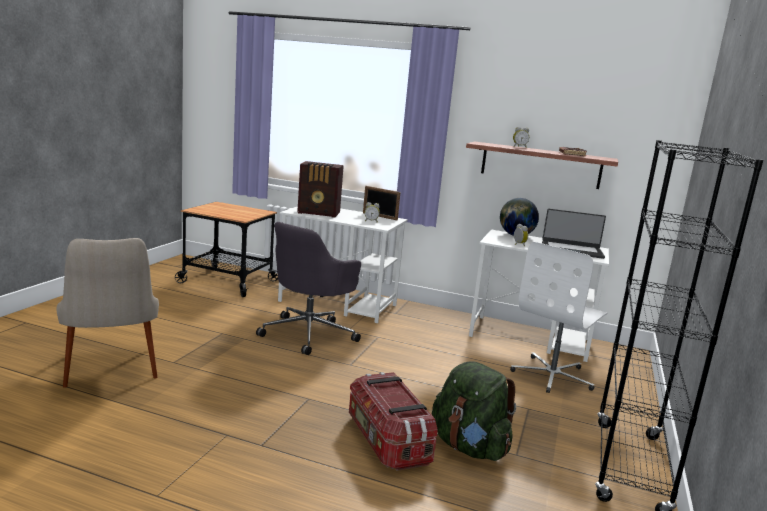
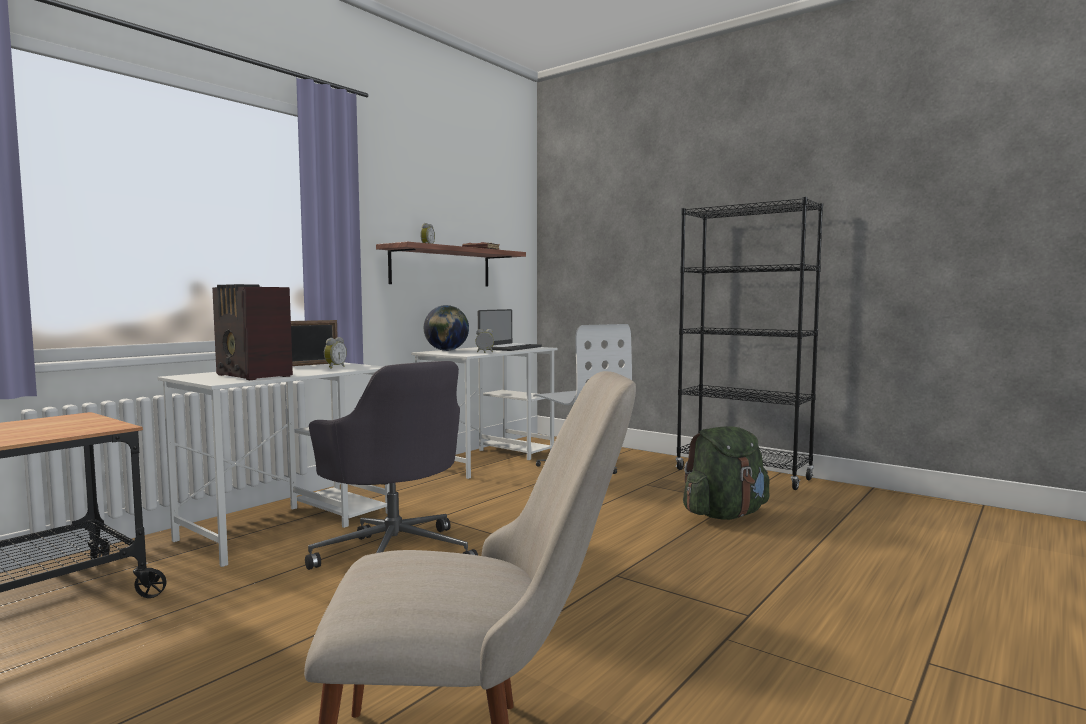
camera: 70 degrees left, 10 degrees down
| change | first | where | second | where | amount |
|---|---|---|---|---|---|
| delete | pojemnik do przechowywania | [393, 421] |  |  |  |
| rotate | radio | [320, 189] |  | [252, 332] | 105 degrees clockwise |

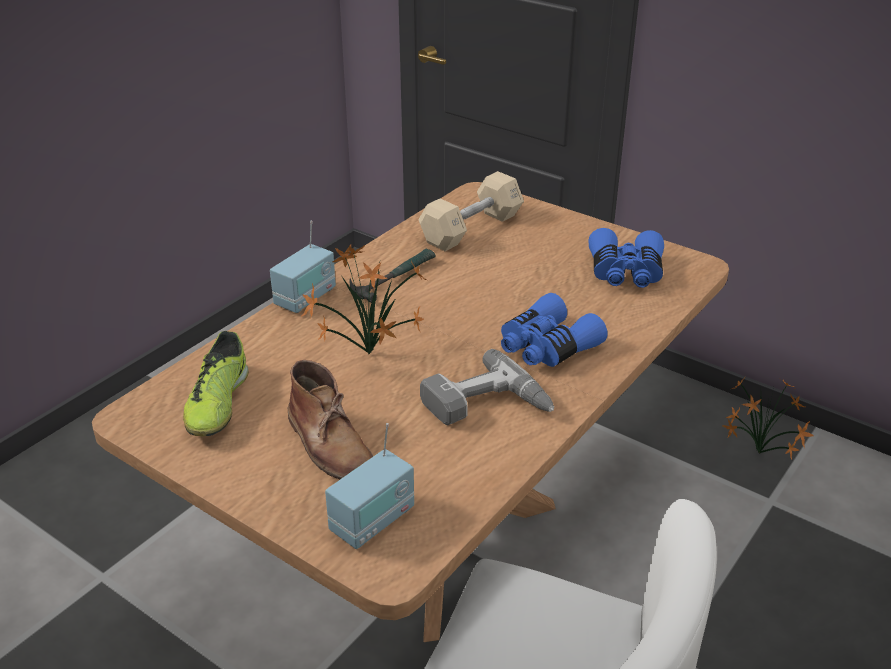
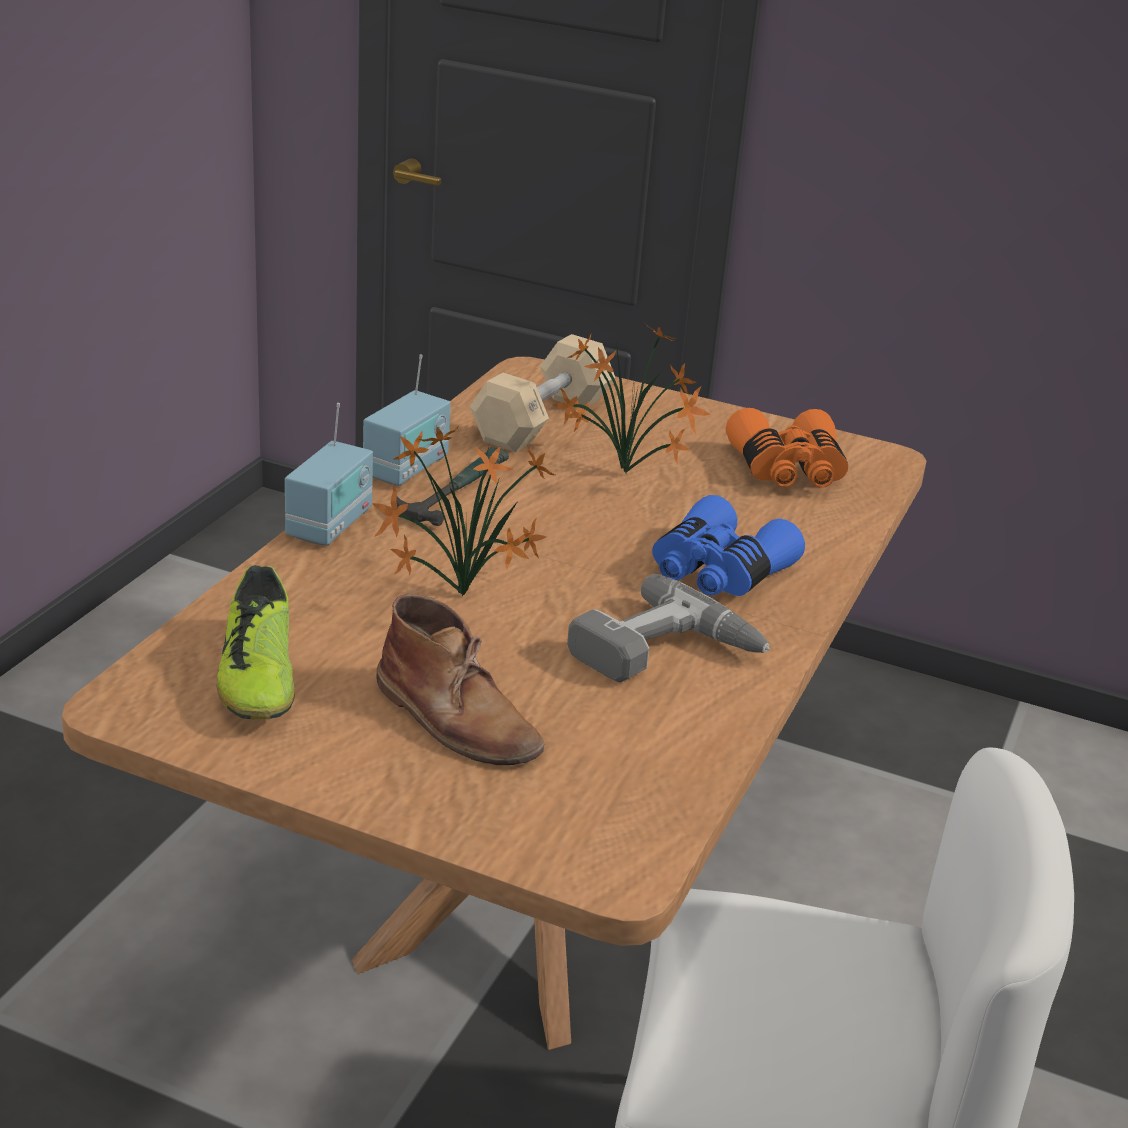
camera: 15 degrees left, 5 degrees down
| change | first | where | second | where | amount |
|---|---|---|---|---|---|
| move | radio | [369, 486] |  | [407, 420] |  |
| move | roślina doniczkowa | [768, 418] |  | [632, 398] |  |
| recolor | lornetka/niebieski | [626, 258] | lornetka/pomarańczowy | [787, 447] |  |

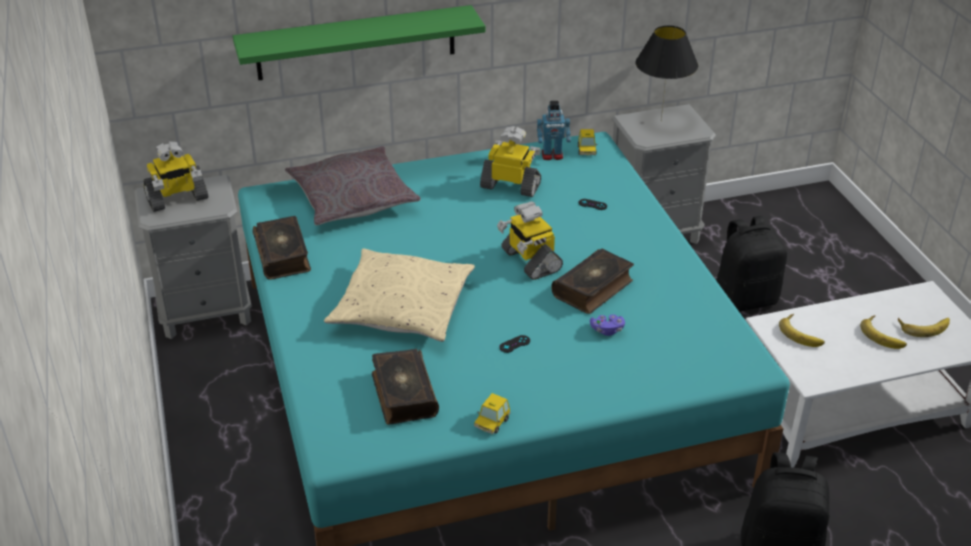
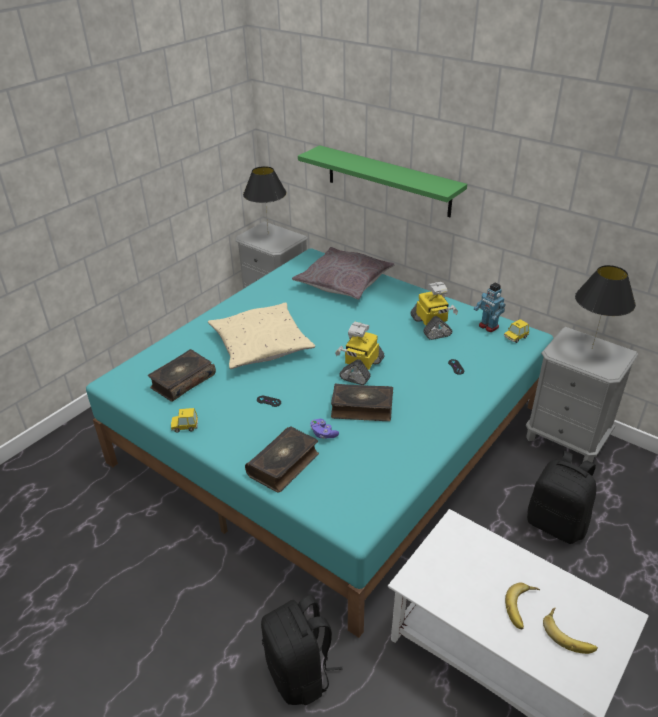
camera: 55 degrees right, 0 degrees up
| change | first | where | second | where | amount |
|---|---|---|---|---|---|
| delete | banan | [802, 330] |  |  |  |
| move | książka | [282, 248] |  | [282, 459] |  |
| replace | robot zabawkowy | [175, 176] | lampa stołowa/czarny | [264, 198] |  |

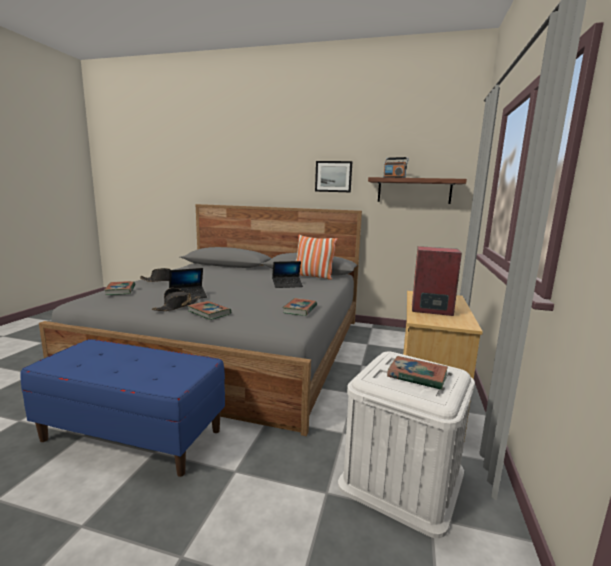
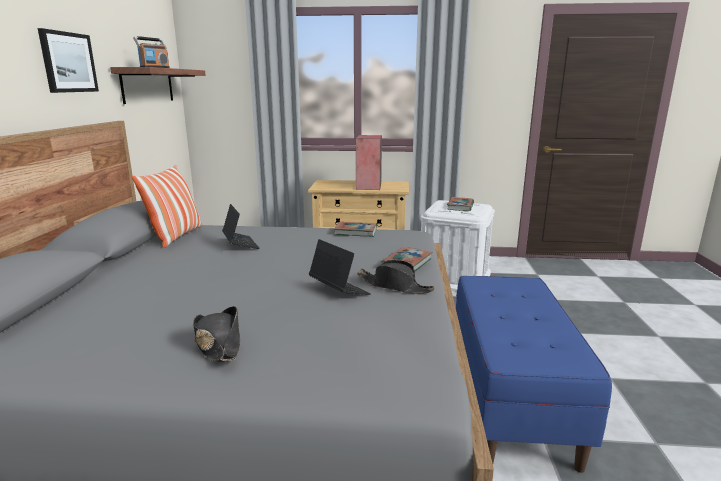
camera: 100 degrees left, 5 degrees up
| change | first | where | second | where | amount |
|---|---|---|---|---|---|
| delete | książka | [119, 288] |  |  |  |

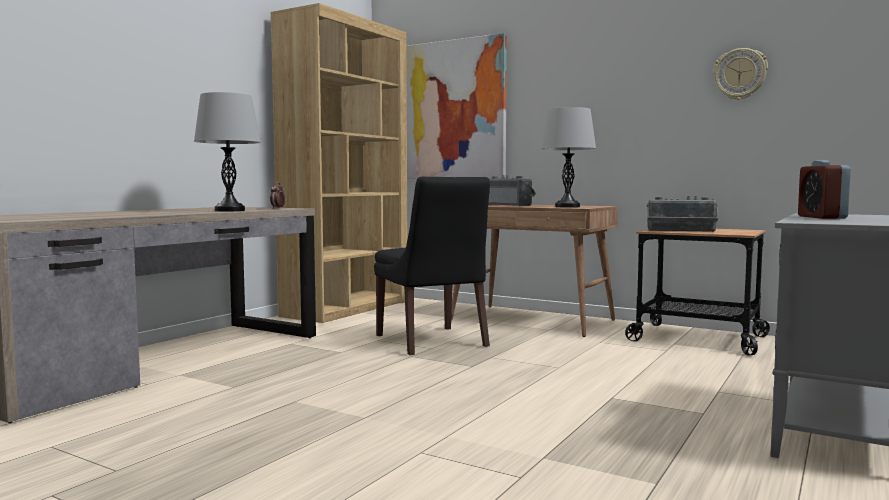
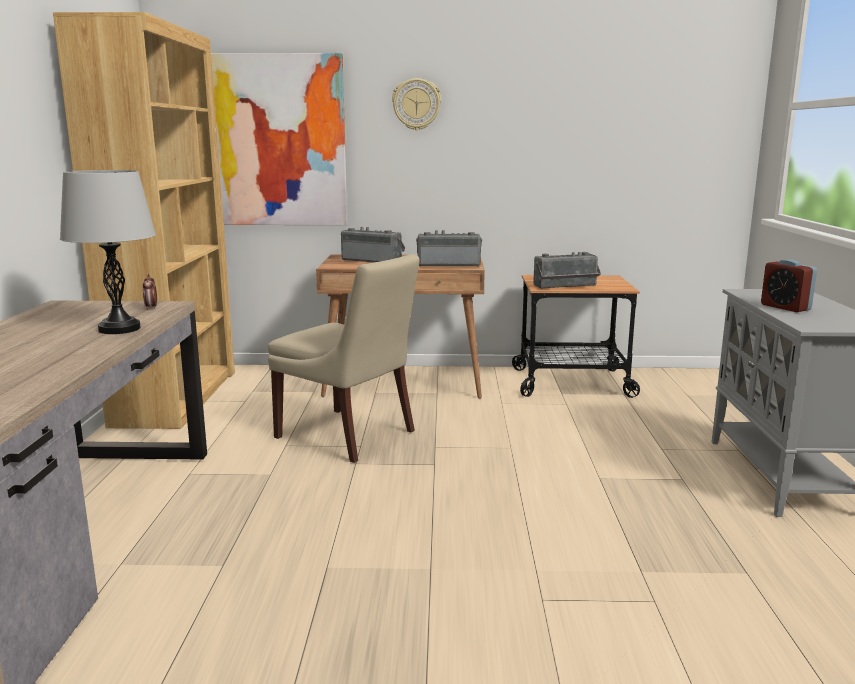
camera: 30 degrees left, 10 degrees up
| change | first | where | second | where | amount |
|---|---|---|---|---|---|
| move | zegar ścienny | [740, 74] |  | [416, 104] |  |
| replace | lampa stołowa/szary | [569, 157] | radio | [449, 248] |  |
| recolor | krzesło/czarny | [432, 266] | krzesło/beżowy | [344, 358] |  |

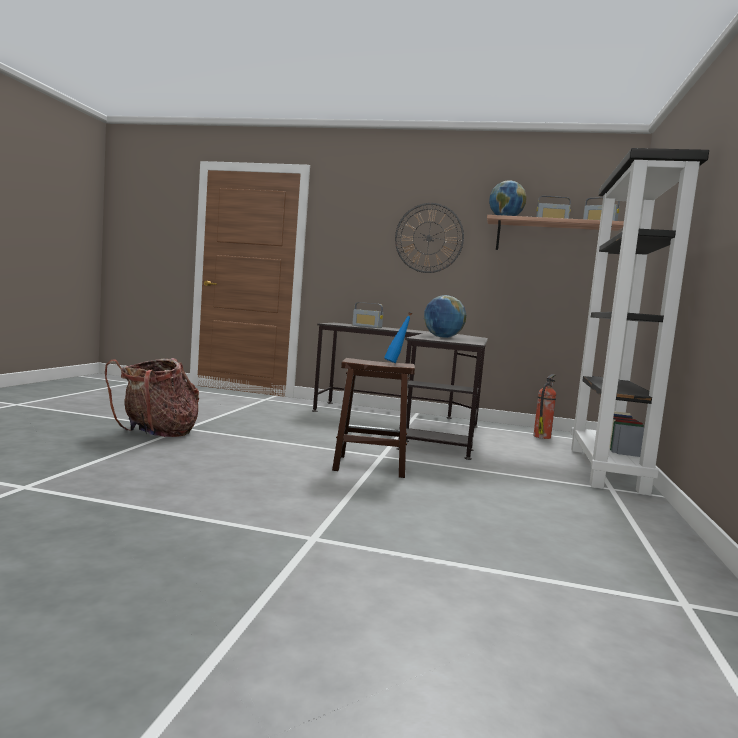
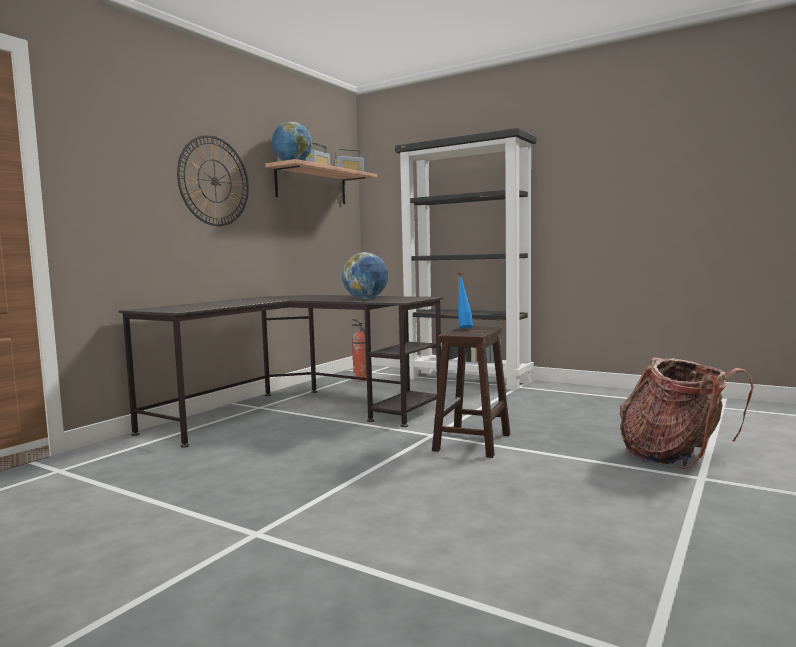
camera: 70 degrees left, 0 degrees up
| change | first | where | second | where | amount |
|---|---|---|---|---|---|
| delete | radio | [367, 315] |  |  |  |
| move | plecak | [152, 397] |  | [686, 413] |  |

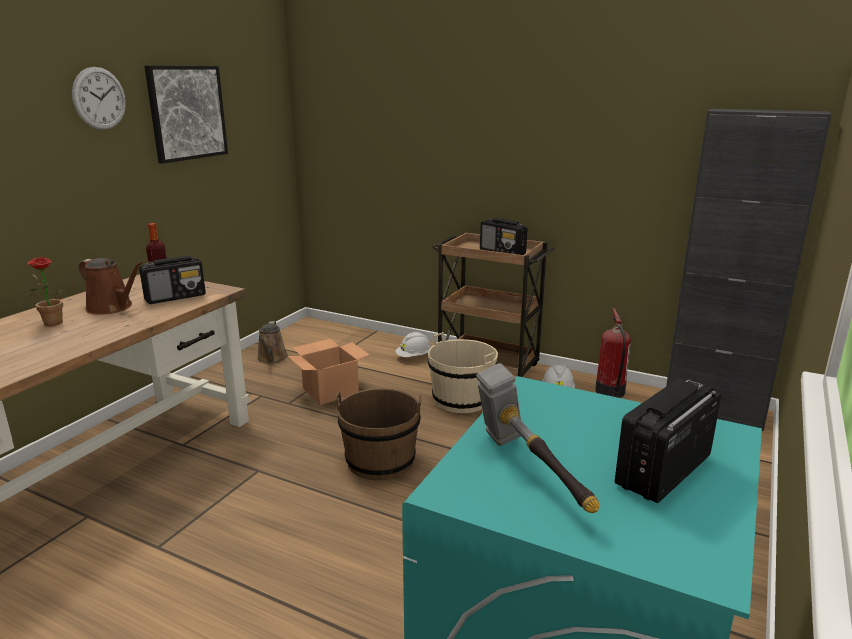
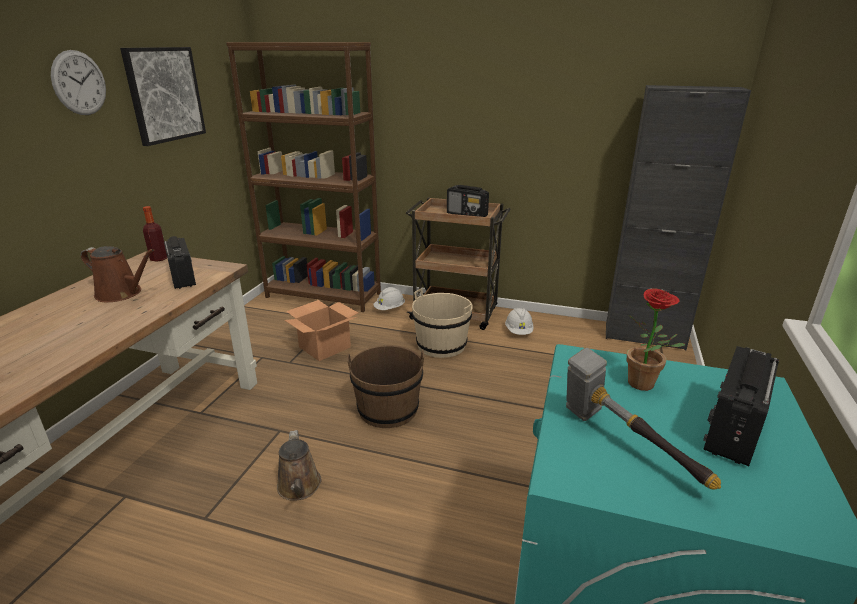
camera: 10 degrees left, 5 degrees up
| change | first | where | second | where | amount |
|---|---|---|---|---|---|
| delete | gaśnica | [613, 353] |  |  |  |
| insert |  |  | regał/brązowy | [303, 177] |  |
| move | roślina doniczkowa | [50, 291] |  | [656, 339] |  |
| move | konewka/brązowy | [272, 342] |  | [299, 465] |  |
| rotate | radio | [172, 279] |  | [180, 262] | 75 degrees counterclockwise |

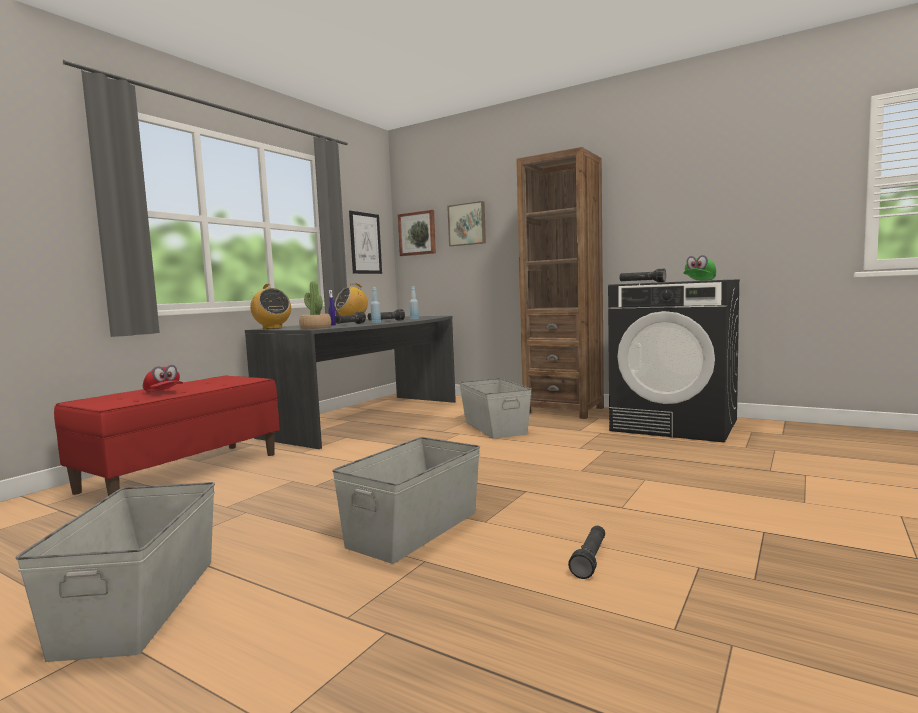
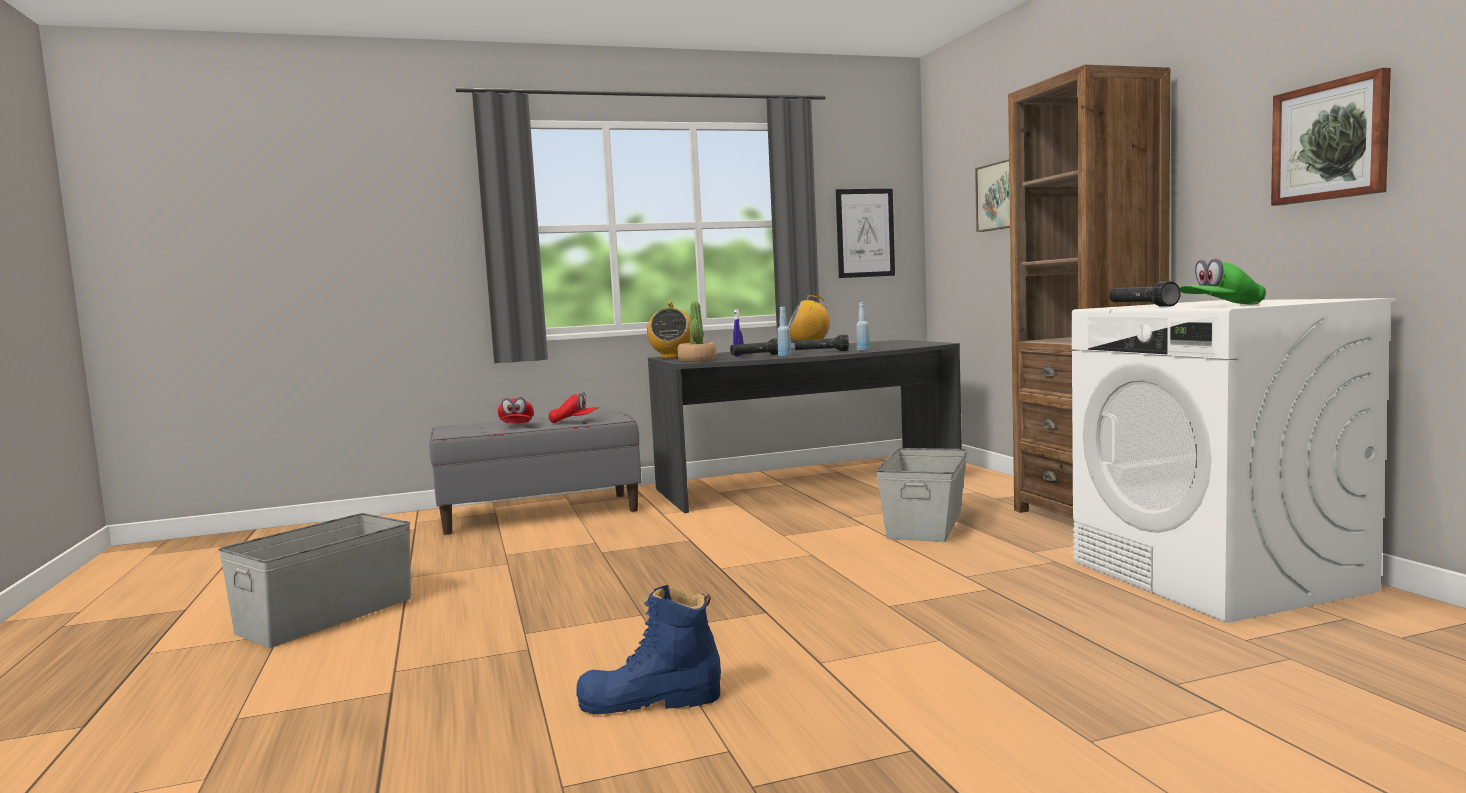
camera: 40 degrees right, 0 degrees up
| change | first | where | second | where | amount |
|---|---|---|---|---|---|
| delete | pojemnik do przechowywania/szary | [406, 500] |  |  |  |
| insert |  |  | czapka z daszkiem/czerwony | [573, 407] |  |
| move | obraz | [417, 233] |  | [1331, 137] |  |
| replace | latarka/czarny | [586, 552] | but z cholewką/niebieski | [648, 650] |  |
| recolor | ławka/czerwony | [166, 435] | ławka/szary | [535, 473] |  |
| recolor | pralka/czarny | [674, 361] | pralka/biały | [1234, 460] |  |

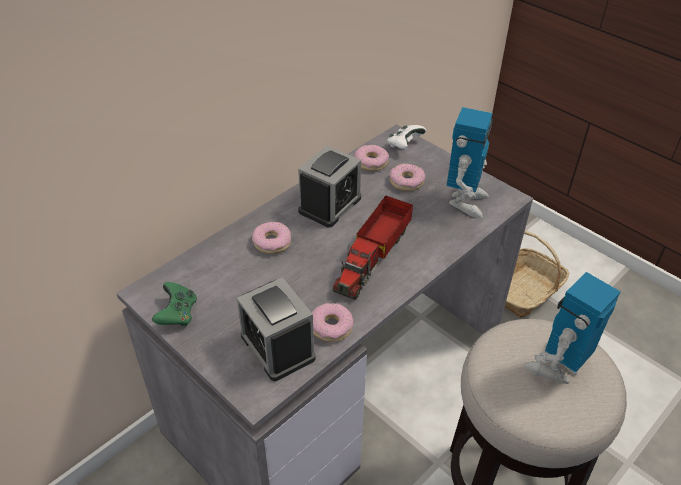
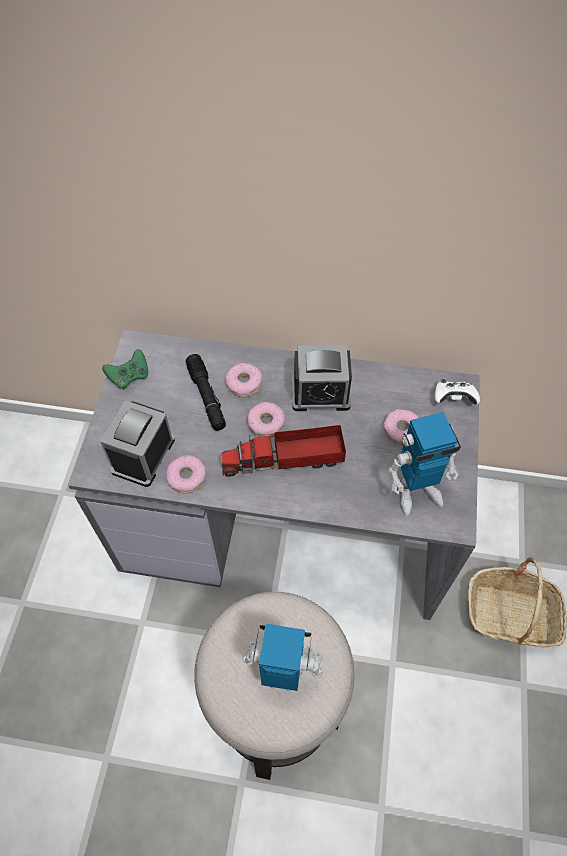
camera: 55 degrees right, 15 degrees up
| change | first | where | second | where | amount |
|---|---|---|---|---|---|
| insert |  |  | latarka/czarny | [206, 392] |  |
| move | donut | [372, 157] |  | [266, 419] |  |

